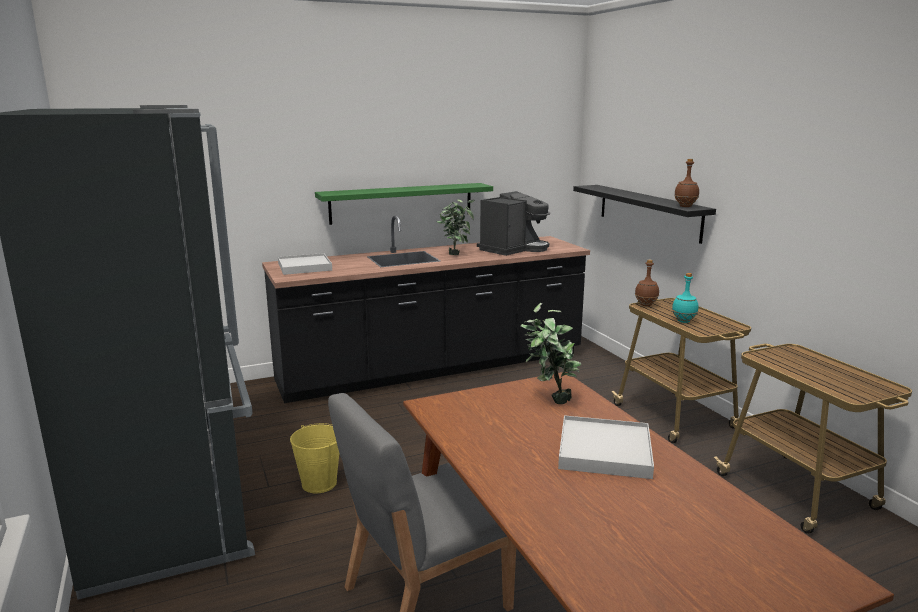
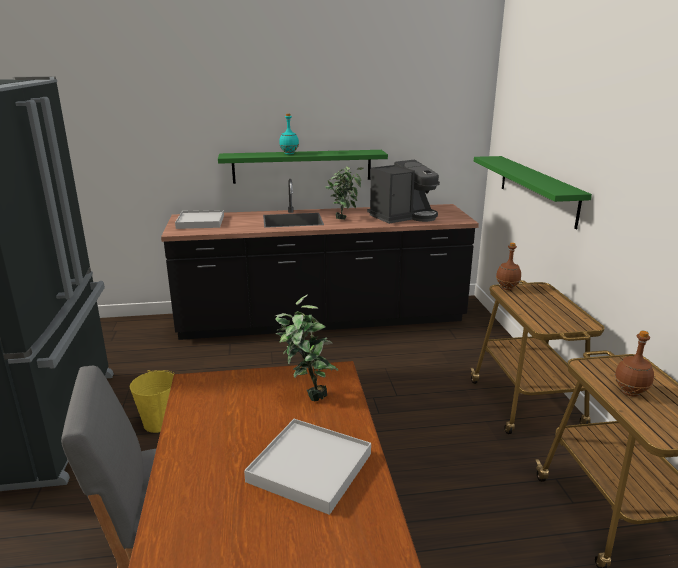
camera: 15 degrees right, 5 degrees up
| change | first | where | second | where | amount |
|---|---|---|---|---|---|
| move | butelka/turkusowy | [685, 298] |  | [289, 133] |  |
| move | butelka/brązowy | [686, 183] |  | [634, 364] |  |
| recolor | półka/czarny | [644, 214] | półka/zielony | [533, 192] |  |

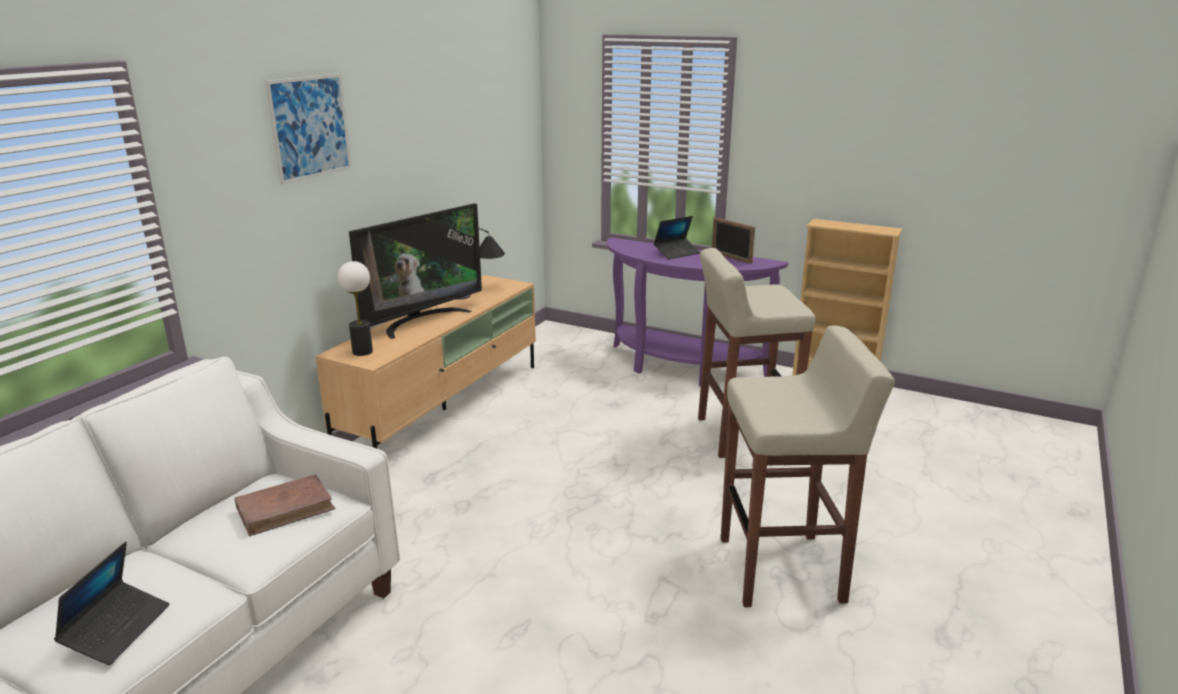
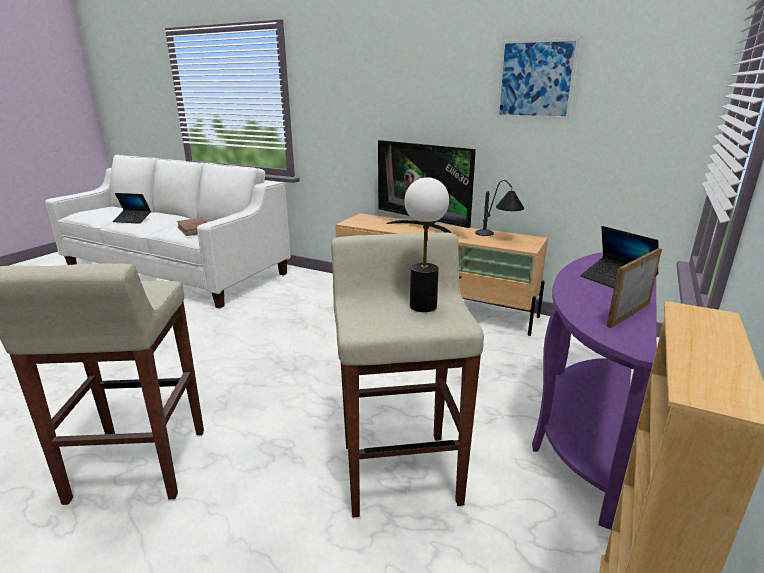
camera: 90 degrees right, 0 degrees up
| change | first | where | second | where | amount |
|---|---|---|---|---|---|
| move | obraz | [308, 129] |  | [538, 78] |  |
| move | lampa stołowa | [355, 308] |  | [426, 244] |  |

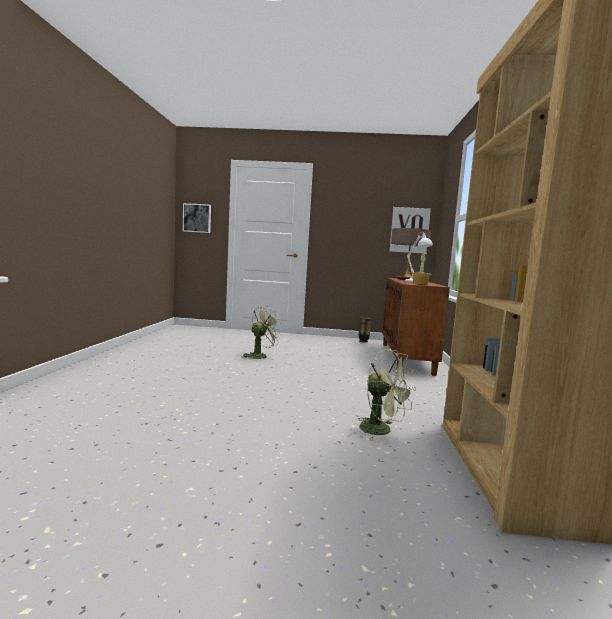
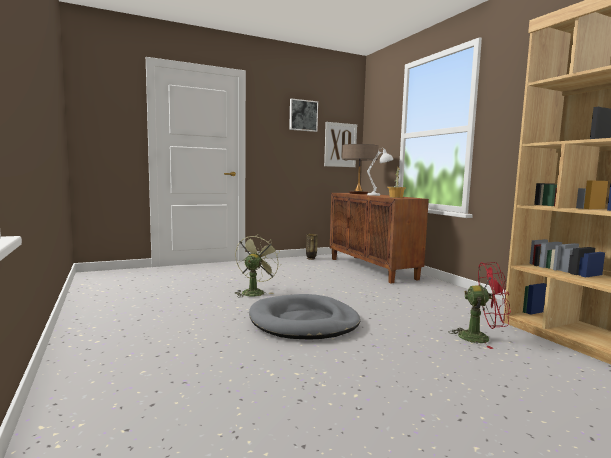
camera: 30 degrees left, 0 degrees up
| change | first | where | second | where | amount |
|---|---|---|---|---|---|
| insert |  |  | legowisko/szary | [304, 317] |  |
| move | obraz | [197, 218] |  | [303, 115] |  |
| recolor | wentylator/zielony | [387, 395] | wentylator/czerwony | [479, 305] |  |

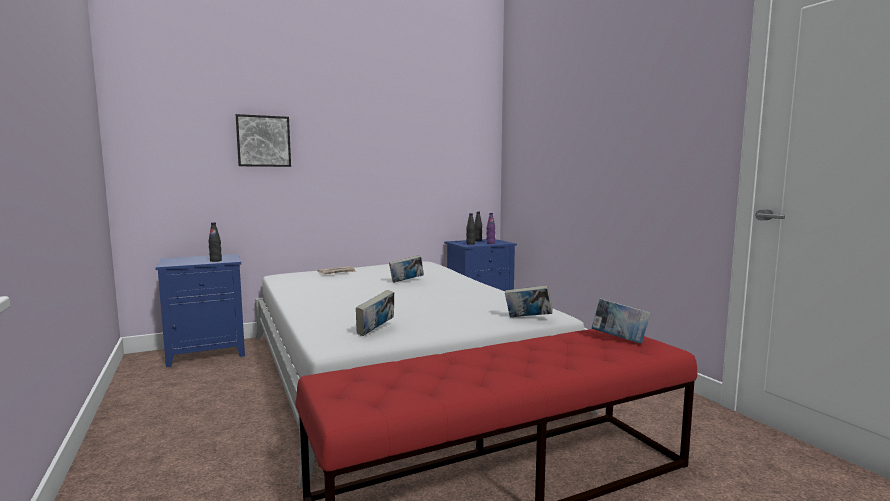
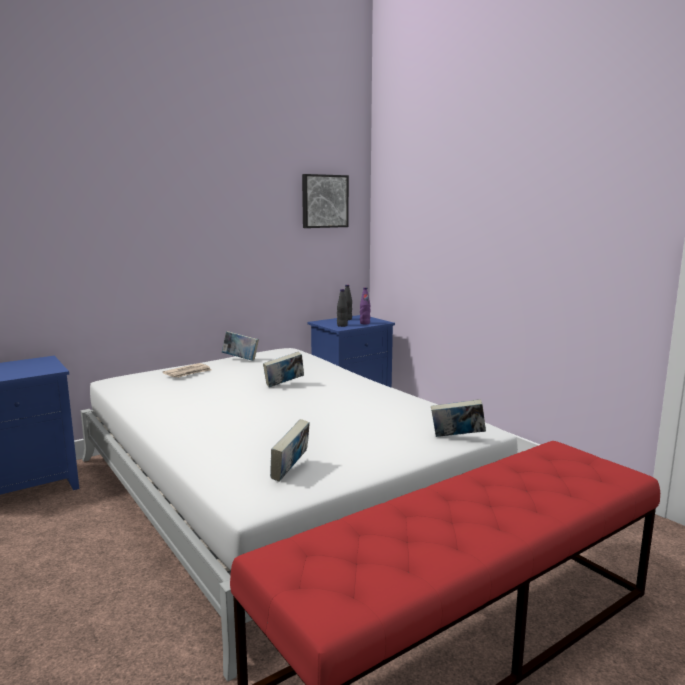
camera: 10 degrees left, 5 degrees up
| change | first | where | second | where | amount |
|---|---|---|---|---|---|
| delete | butelka/czarny | [215, 242] |  |  |  |
| move | obraz | [263, 140] |  | [325, 201] |  |
| move | książka | [621, 321] |  | [240, 346] |  |

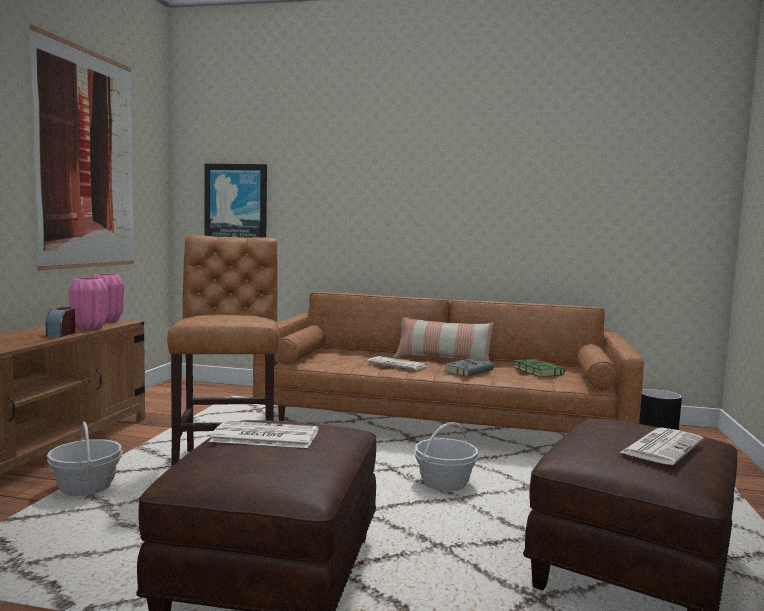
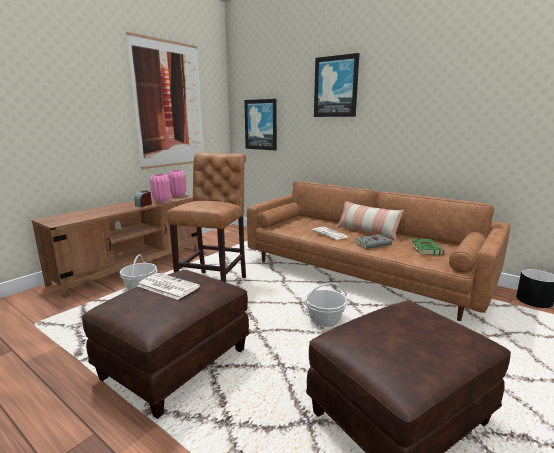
camera: 25 degrees right, 10 degrees up
| change | first | where | second | where | amount |
|---|---|---|---|---|---|
| delete | gazeta | [662, 446] |  |  |  |
| insert |  |  | obraz | [337, 85] |  |

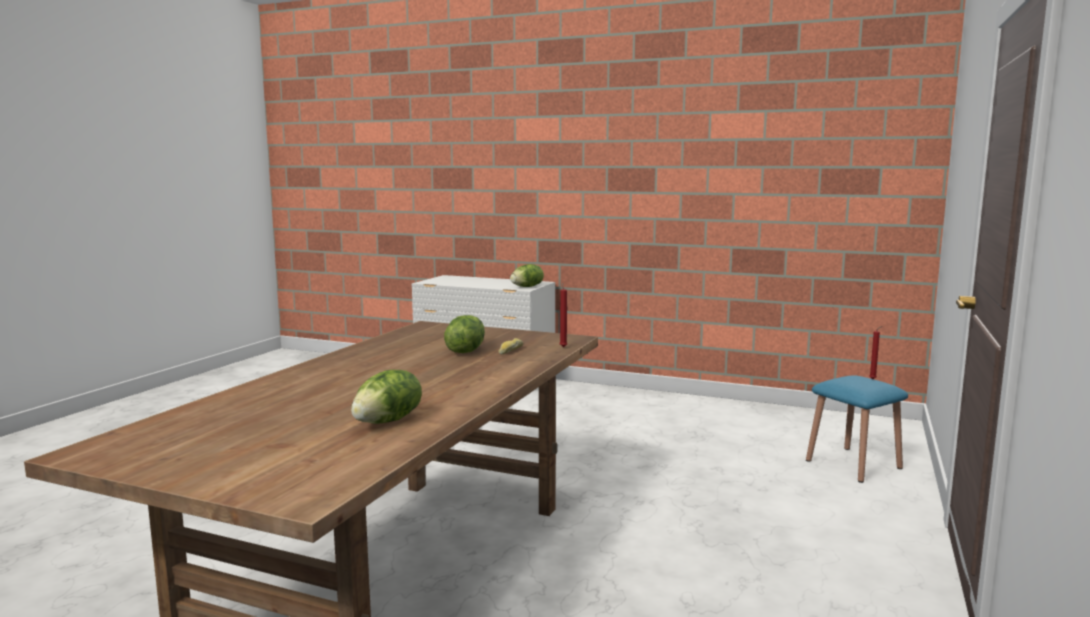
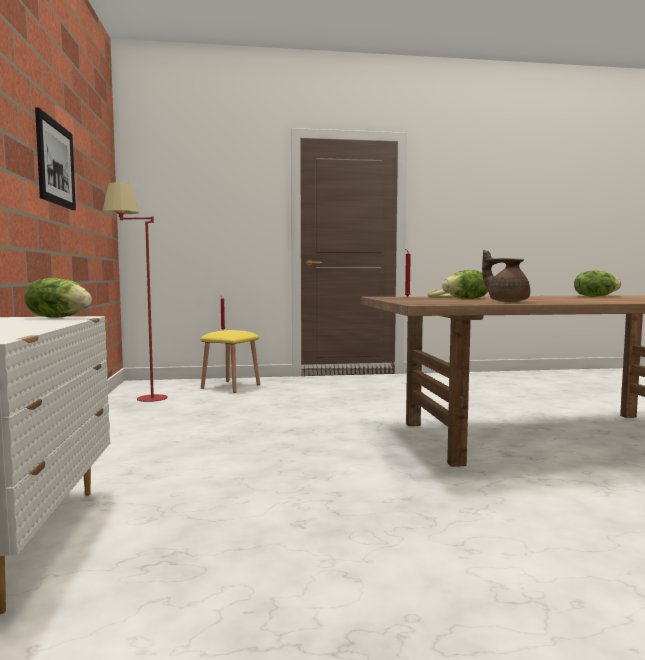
camera: 120 degrees left, 5 degrees down
| change | first | where | second | where | amount |
|---|---|---|---|---|---|
| insert |  |  | obraz | [55, 158] |  |
| insert |  |  | lampa stojąca/czerwony | [135, 292] |  |
| insert |  |  | imbryk/brązowy | [506, 276] |  |
| recolor | stołek/niebieski | [857, 429] | stołek/żółty | [230, 361] |  |

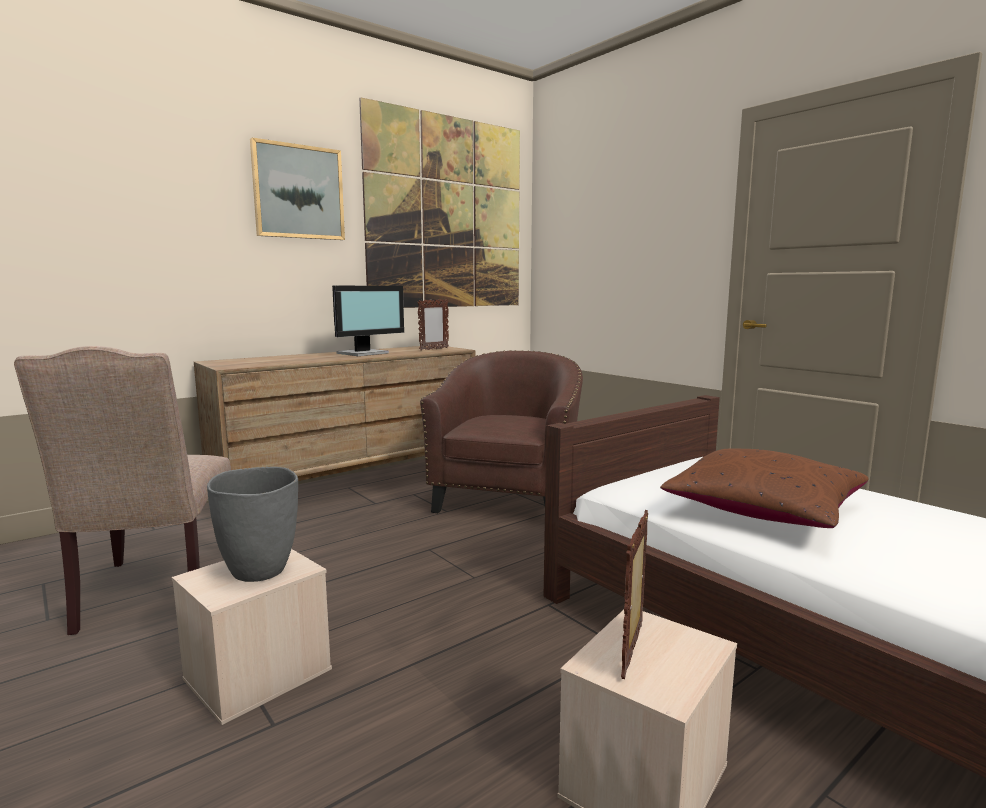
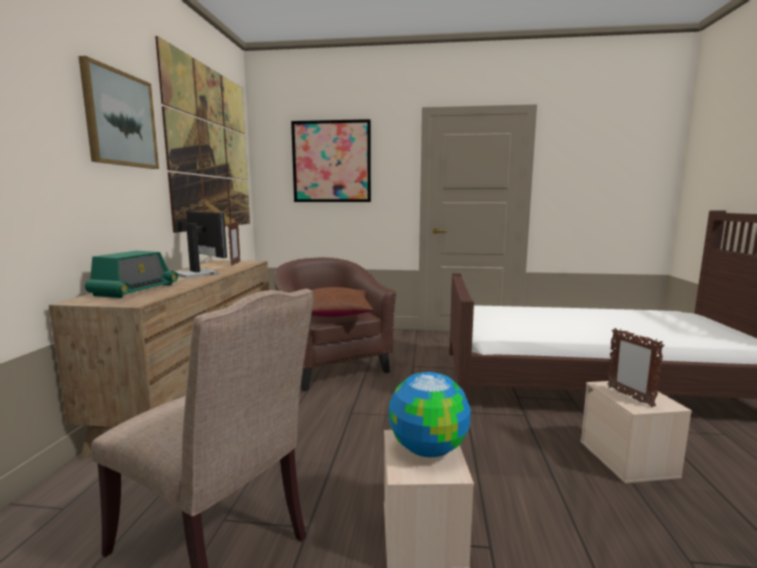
camera: 45 degrees left, 0 degrees up
| change | first | where | second | where | amount |
|---|---|---|---|---|---|
| insert |  |  | radio | [131, 274] |  |
| insert |  |  | obraz | [331, 160] |  |
| move | poduszka/brązowy | [764, 488] |  | [342, 302] |  |
| replace | wazon/szary | [252, 524] | globus | [430, 414] |  |
| rotate | monitor | [368, 321] |  | [200, 245] | 45 degrees counterclockwise |

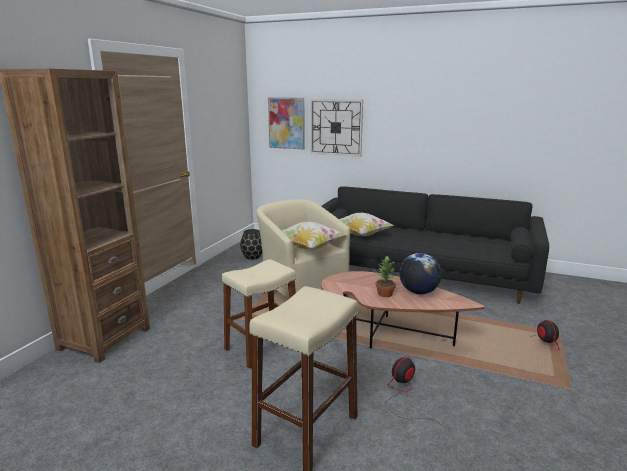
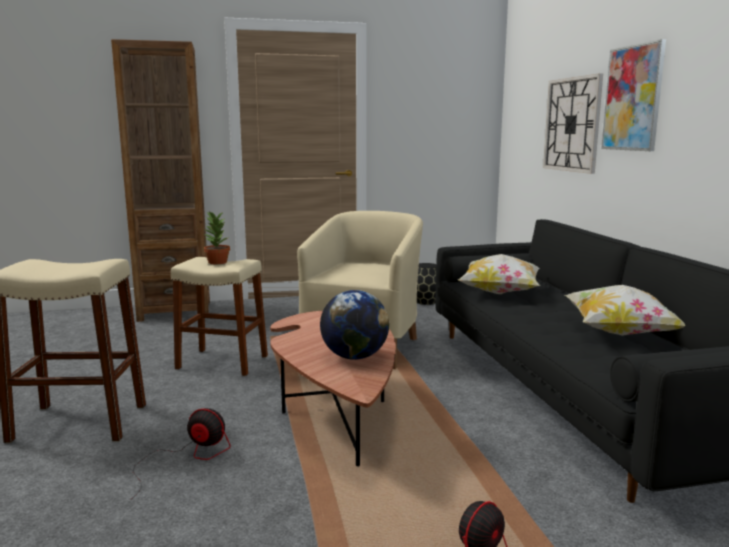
camera: 55 degrees right, 5 degrees down
| change | first | where | second | where | amount |
|---|---|---|---|---|---|
| move | obraz | [286, 123] |  | [633, 95] |  |
| move | poduszka | [314, 236] |  | [625, 310] |  |
| move | roślina doniczkowa | [386, 276] |  | [217, 237] |  |

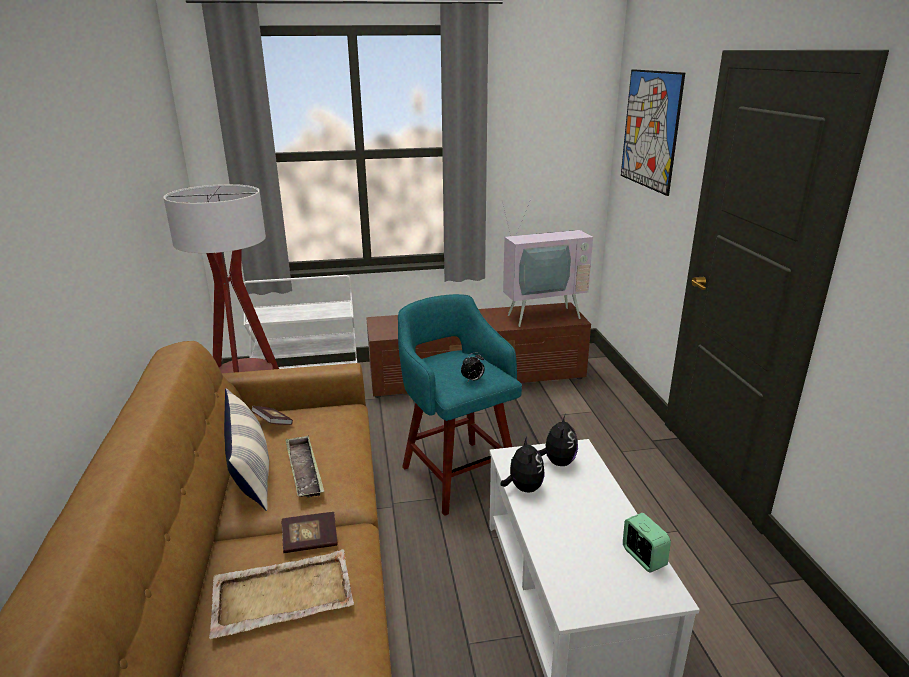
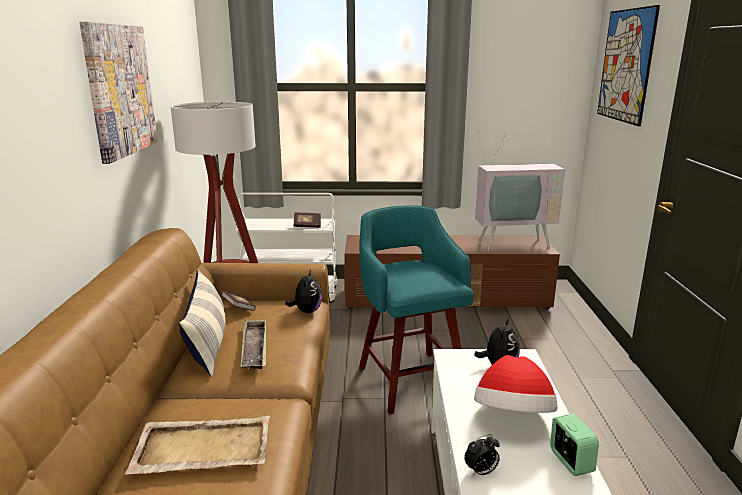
camera: 10 degrees right, 5 degrees down
| change | first | where | second | where | amount |
|---|---|---|---|---|---|
| insert |  |  | obraz | [118, 93] |  |
| insert |  |  | kapelusz | [516, 384] |  |
| move | książka | [309, 532] |  | [307, 220] |  |
| move | budzik | [473, 367] |  | [482, 455] |  |
| move | pluszak | [523, 464] |  | [303, 291] |  |

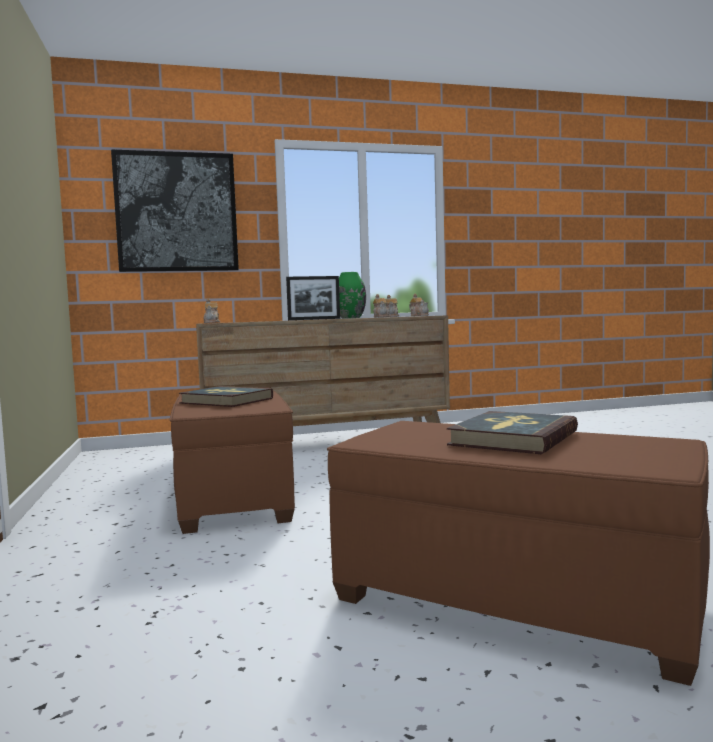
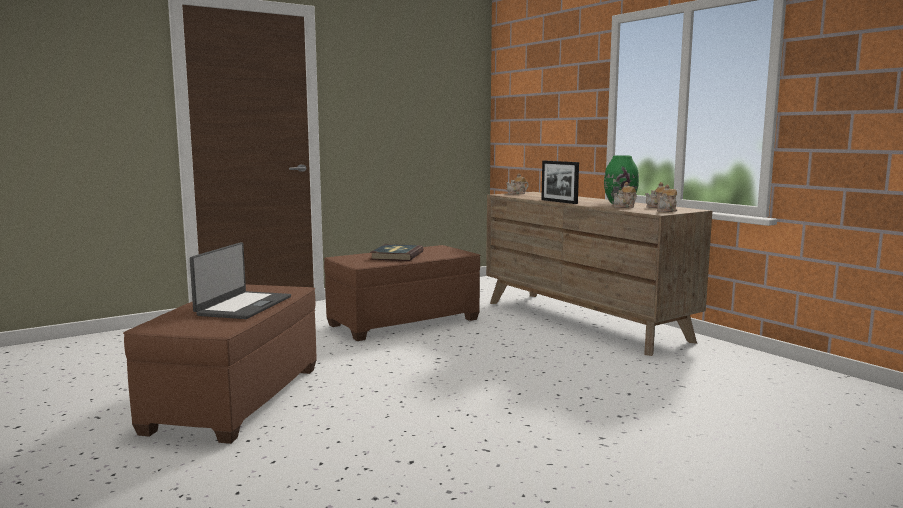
camera: 70 degrees right, 5 degrees up
| change | first | where | second | where | amount |
|---|---|---|---|---|---|
| delete | obraz | [175, 210] |  |  |  |
| replace | książka | [512, 432] | laptop | [240, 280] |  |

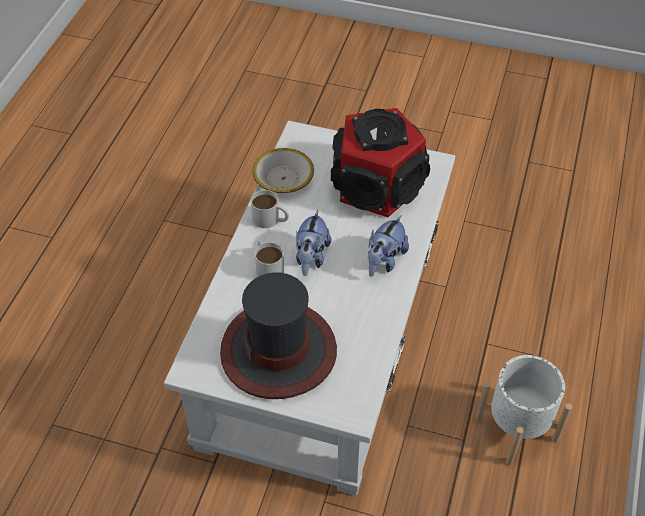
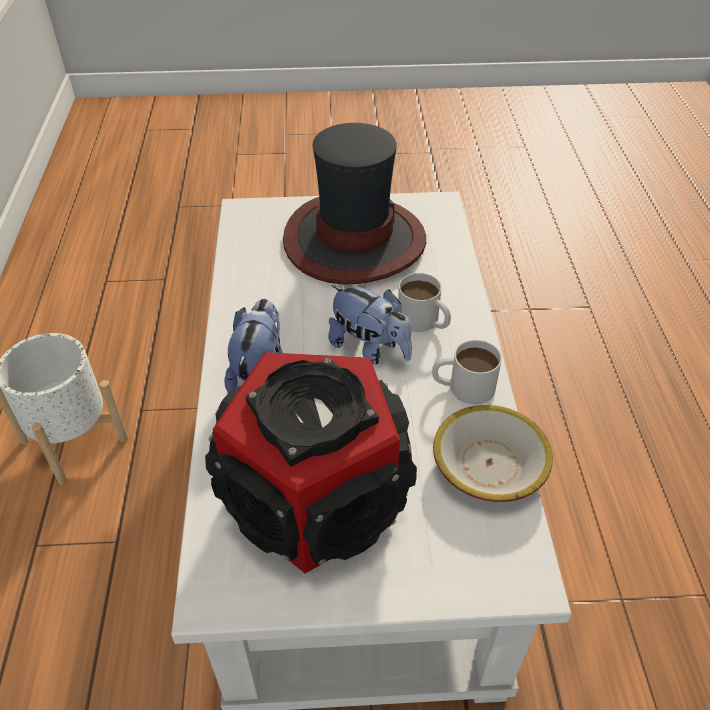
camera: 160 degrees right, 5 degrees down
| change | first | where | second | where | amount |
|---|---|---|---|---|---|
| rotate | pluszak | [313, 243] |  | [370, 324] | 135 degrees clockwise |

